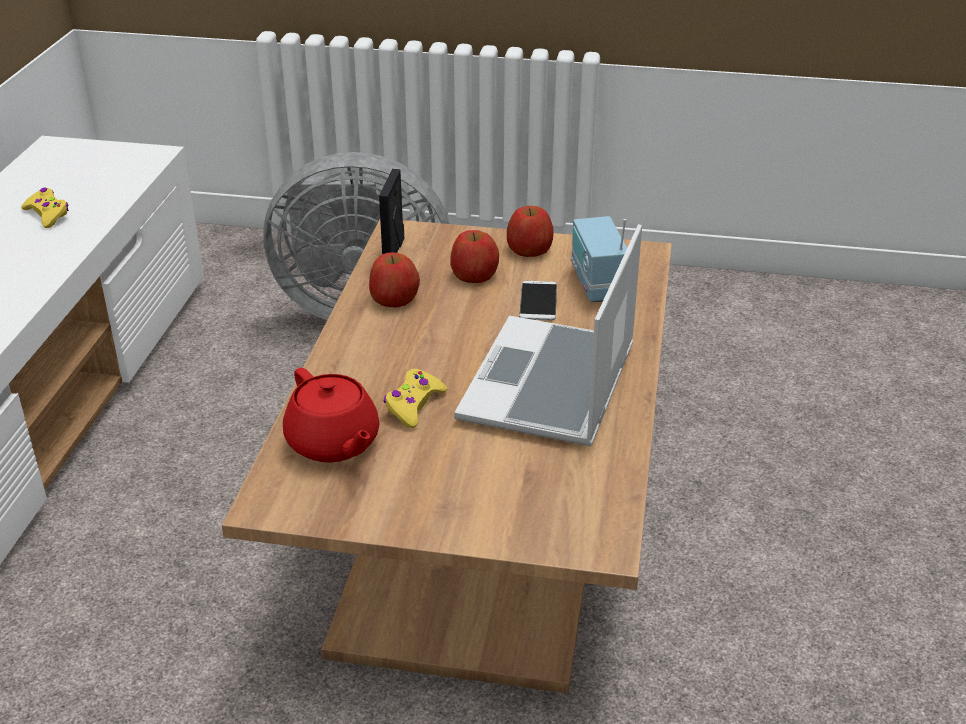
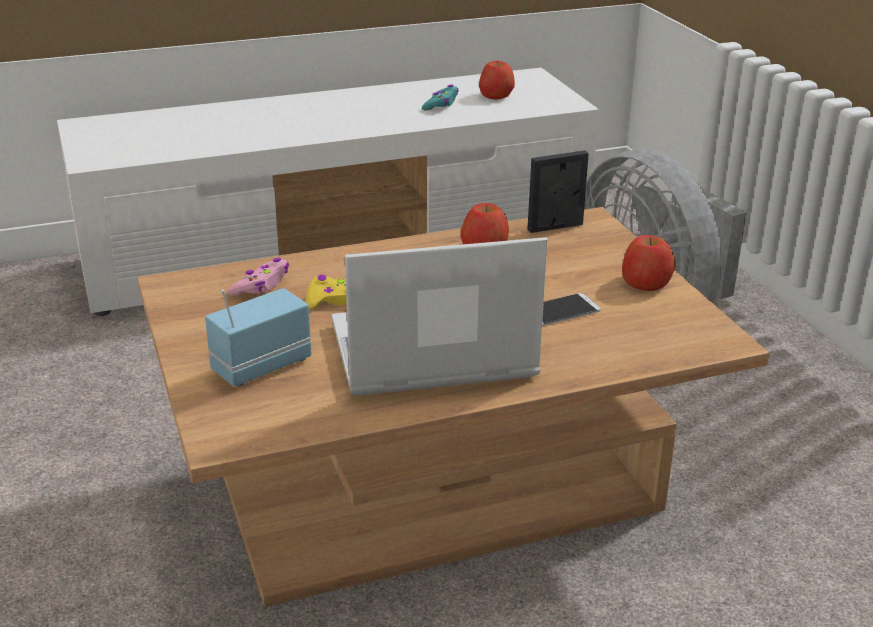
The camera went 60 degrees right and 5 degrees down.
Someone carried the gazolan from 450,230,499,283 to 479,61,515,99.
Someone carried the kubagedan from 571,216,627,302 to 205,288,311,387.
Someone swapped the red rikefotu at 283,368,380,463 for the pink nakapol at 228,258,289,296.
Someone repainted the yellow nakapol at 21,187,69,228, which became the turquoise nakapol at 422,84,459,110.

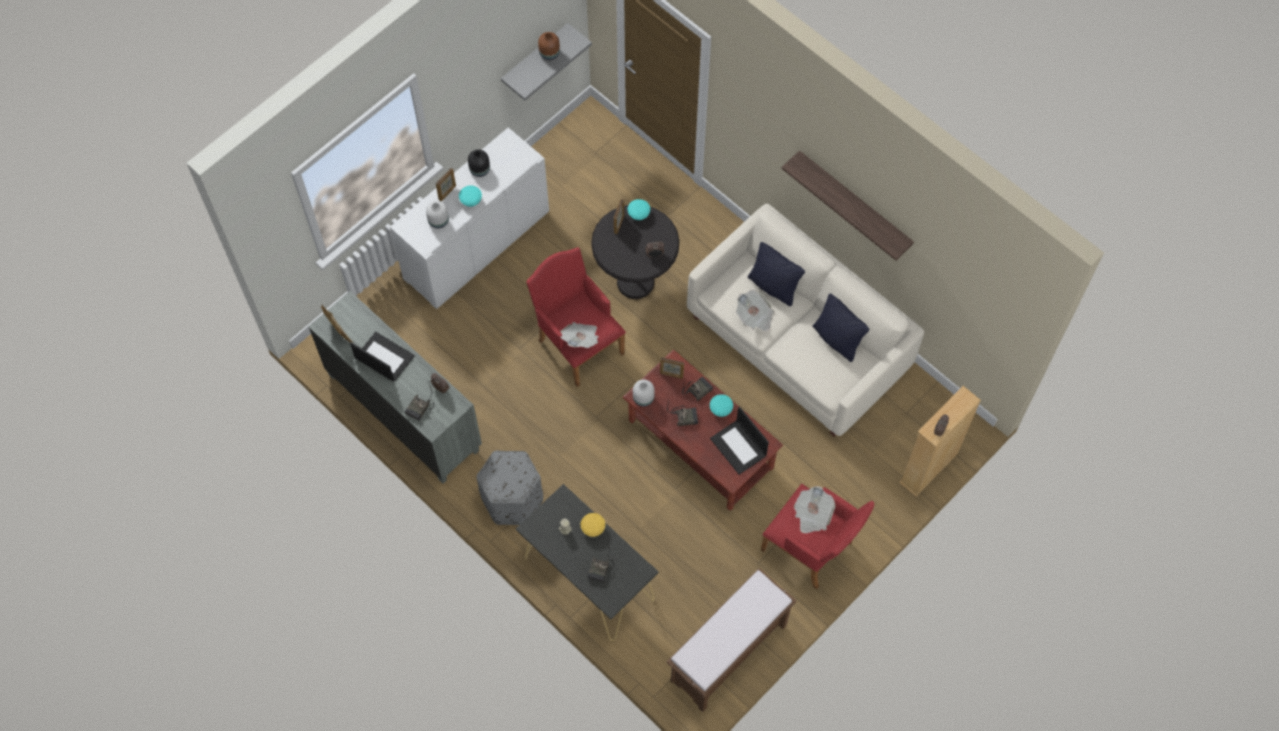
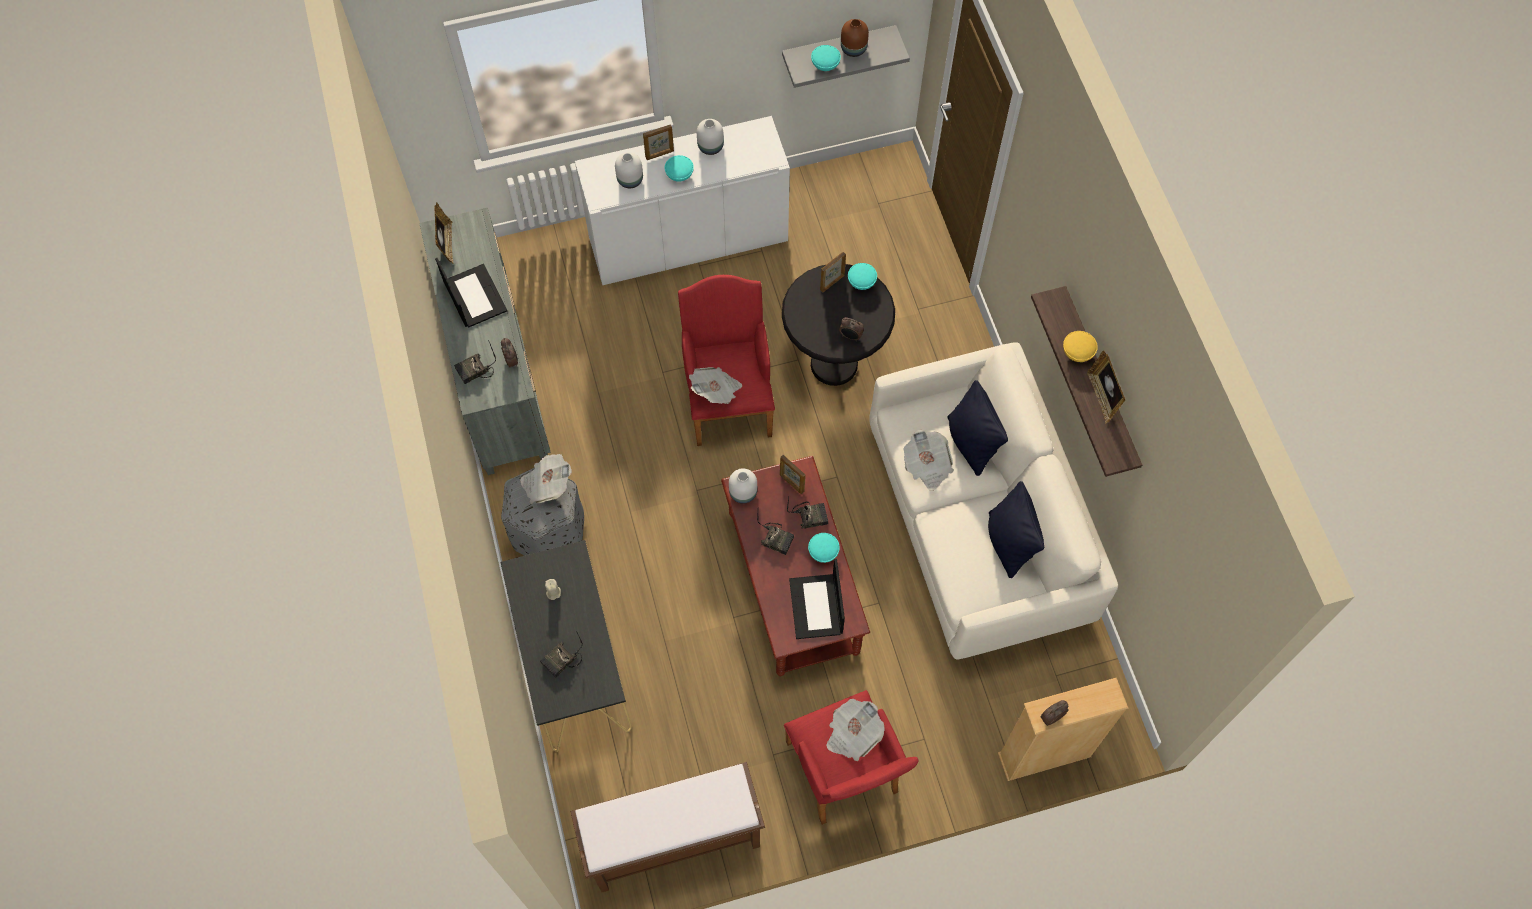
The camera went 30 degrees right and 0 degrees up.
Someone put down the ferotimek at 520,454,572,504.
Someone put down the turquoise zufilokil at 811,45,841,71.
Someone put down the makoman at 1087,351,1125,424.
Someone carried the yellow zufilokil from 581,513,605,537 to 1063,331,1098,362.
Someone repainted the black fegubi at 468,149,490,177, which became the white fegubi at 697,119,724,155.

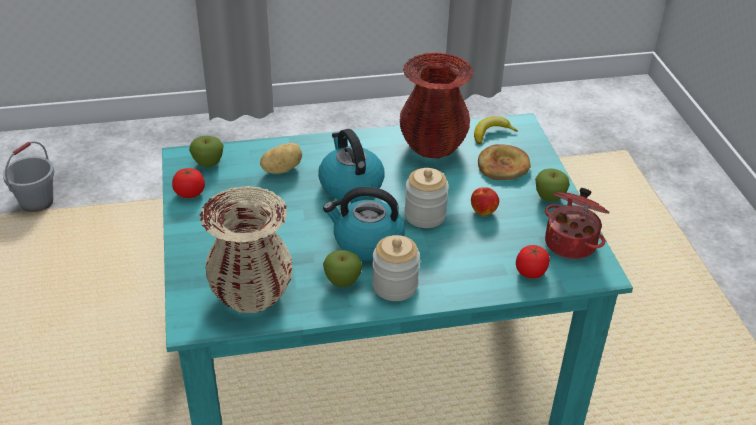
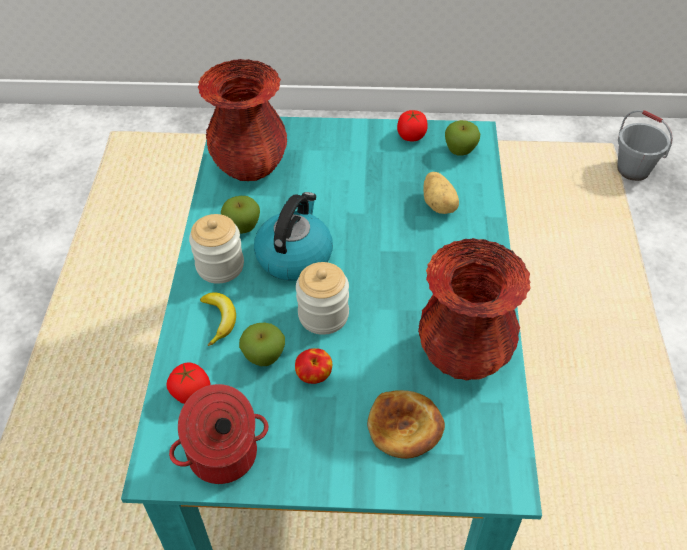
The camera went 105 degrees right and 10 degrees up.
Someone took away the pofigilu at 318,129,385,201.
Someone carried the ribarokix from 474,116,518,144 to 200,292,236,346.
Someone carried the gazolan from 535,168,570,202 to 239,323,285,366.
Someone repainted the beige fegubi at 200,186,292,313, which became the red fegubi at 198,59,287,181.

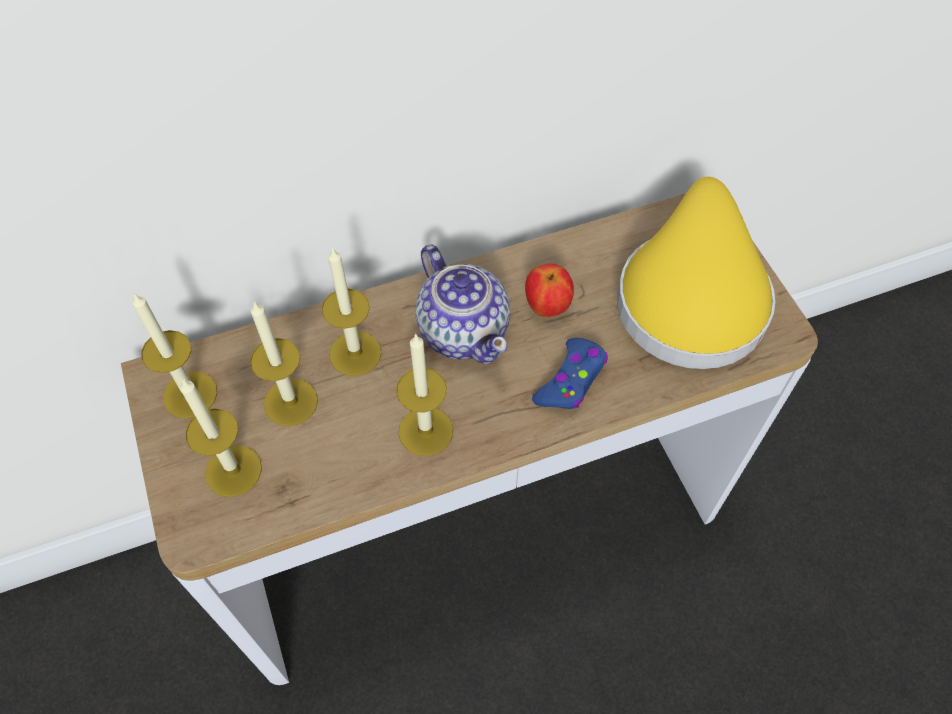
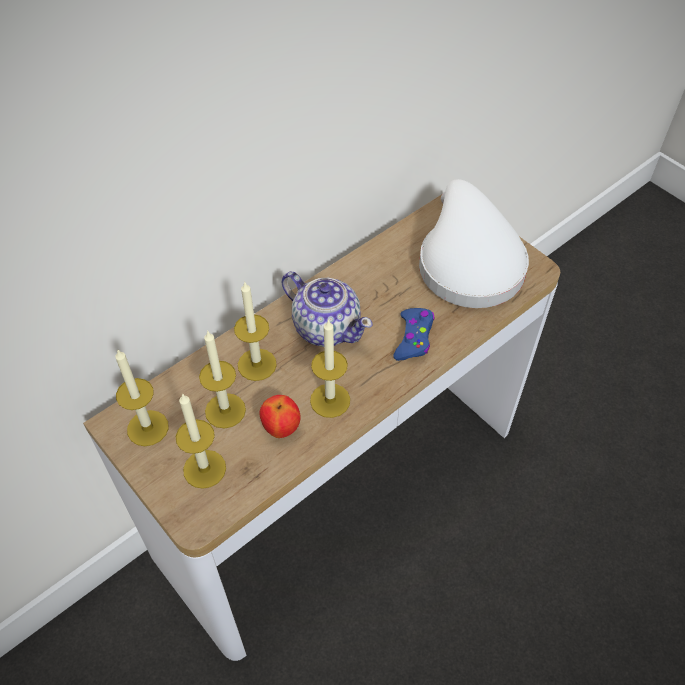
The camera went 20 degrees left and 5 degrees down.
Someone carried the gazolan from 525,264,574,317 to 259,395,301,438.
Someone repainted the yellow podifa at 617,177,775,369, which became the white podifa at 419,179,529,308.

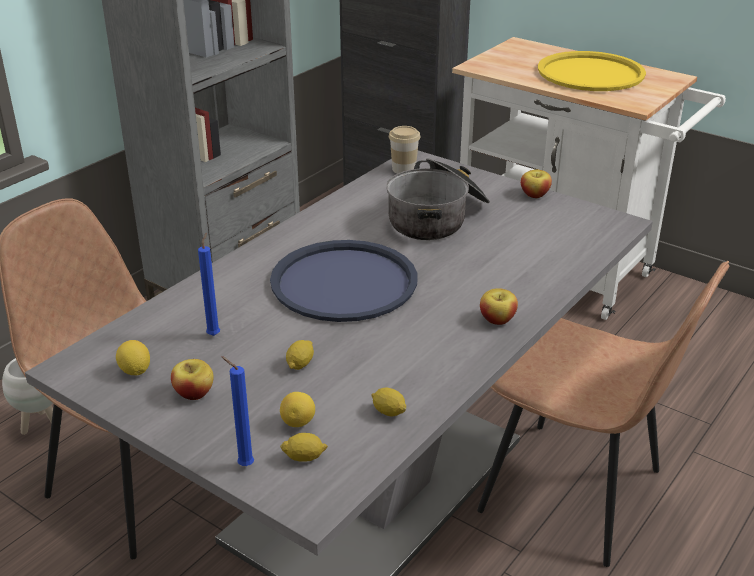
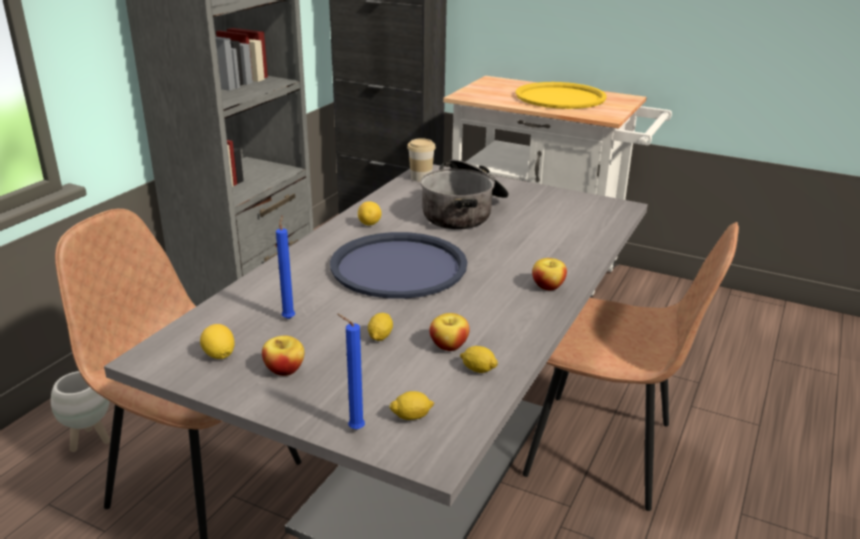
The camera went 10 degrees left and 5 degrees down.
Someone carried the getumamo from 280,392,315,427 to 358,201,382,225.
Someone carried the gazolan from 521,170,552,198 to 430,313,470,351.

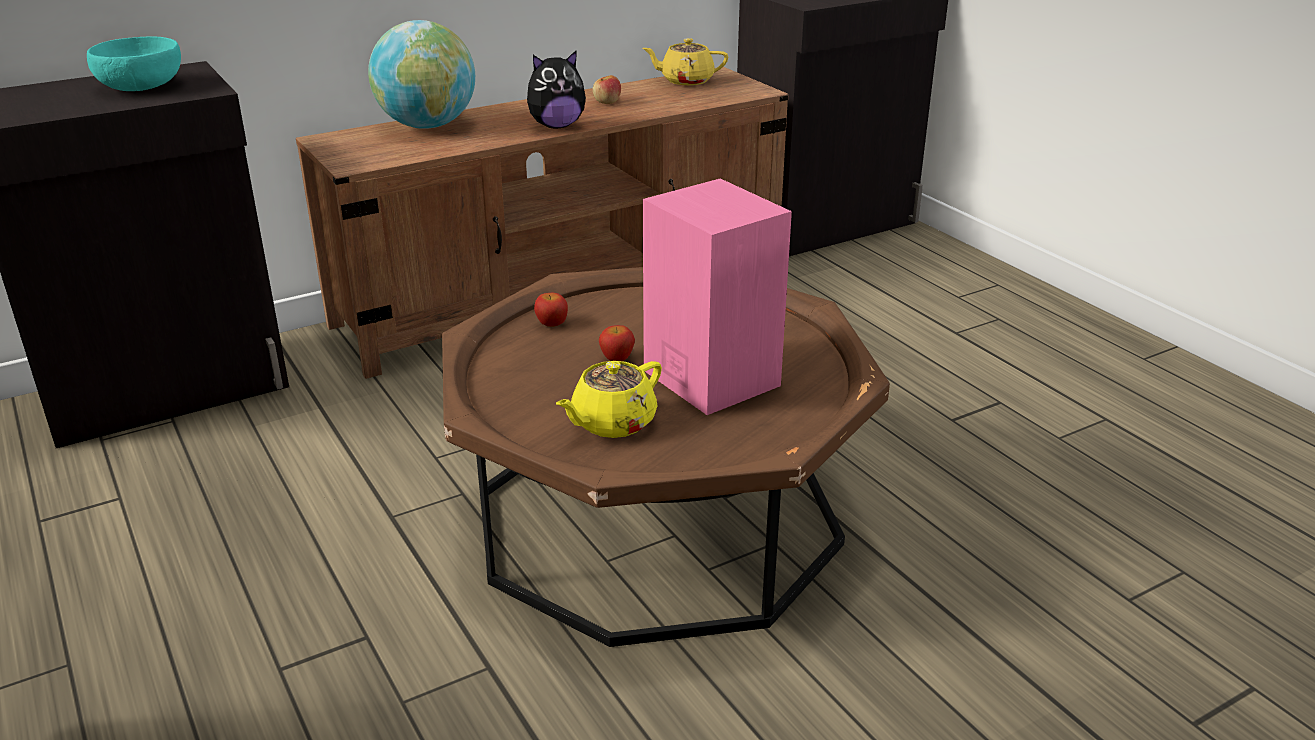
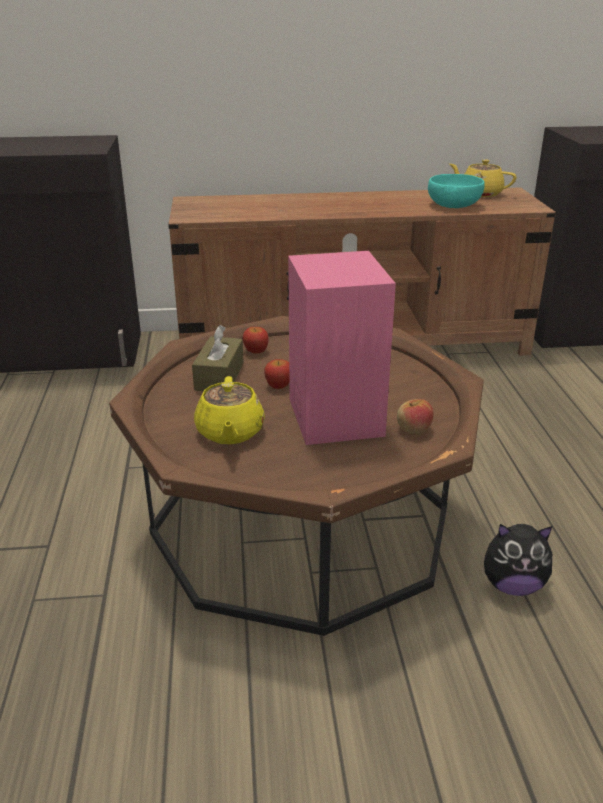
The camera went 25 degrees right and 0 degrees up.
Someone took away the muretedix at 368,20,475,129.
Someone put down the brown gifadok at 192,325,244,391.
Someone carried the turquoise zufilokil from 87,36,181,91 to 428,174,485,208.
Someone carried the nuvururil from 527,50,586,128 to 484,524,552,596.
Someone carried the gazolan from 593,75,621,104 to 397,399,434,435.
Someone rotated the yellow rikefotu at 556,361,662,438 by 75 degrees counterclockwise.

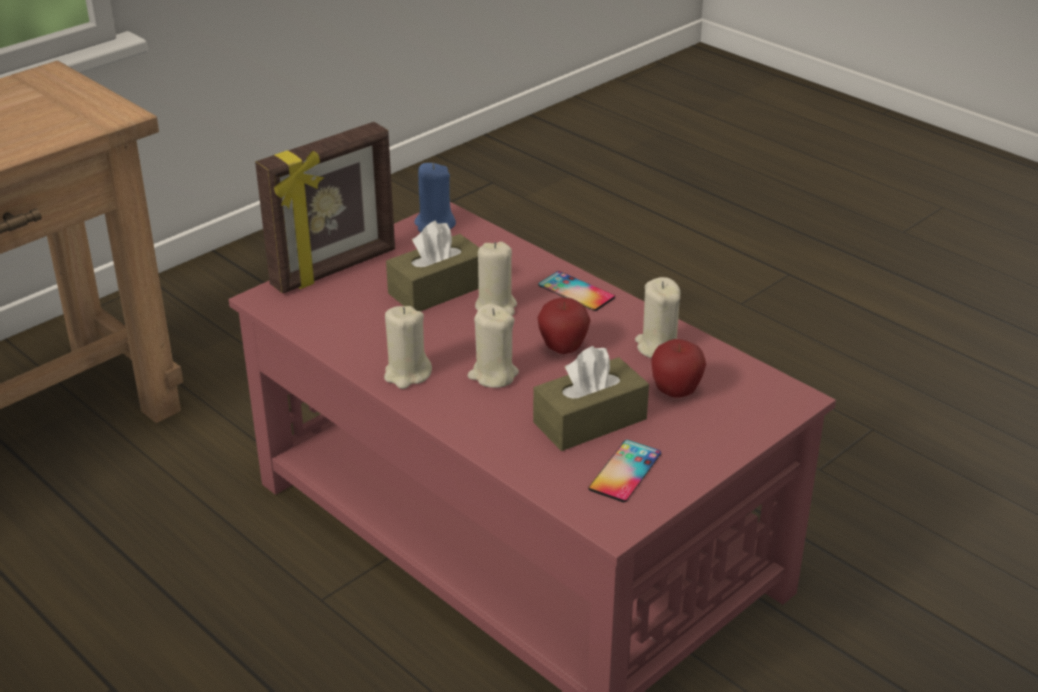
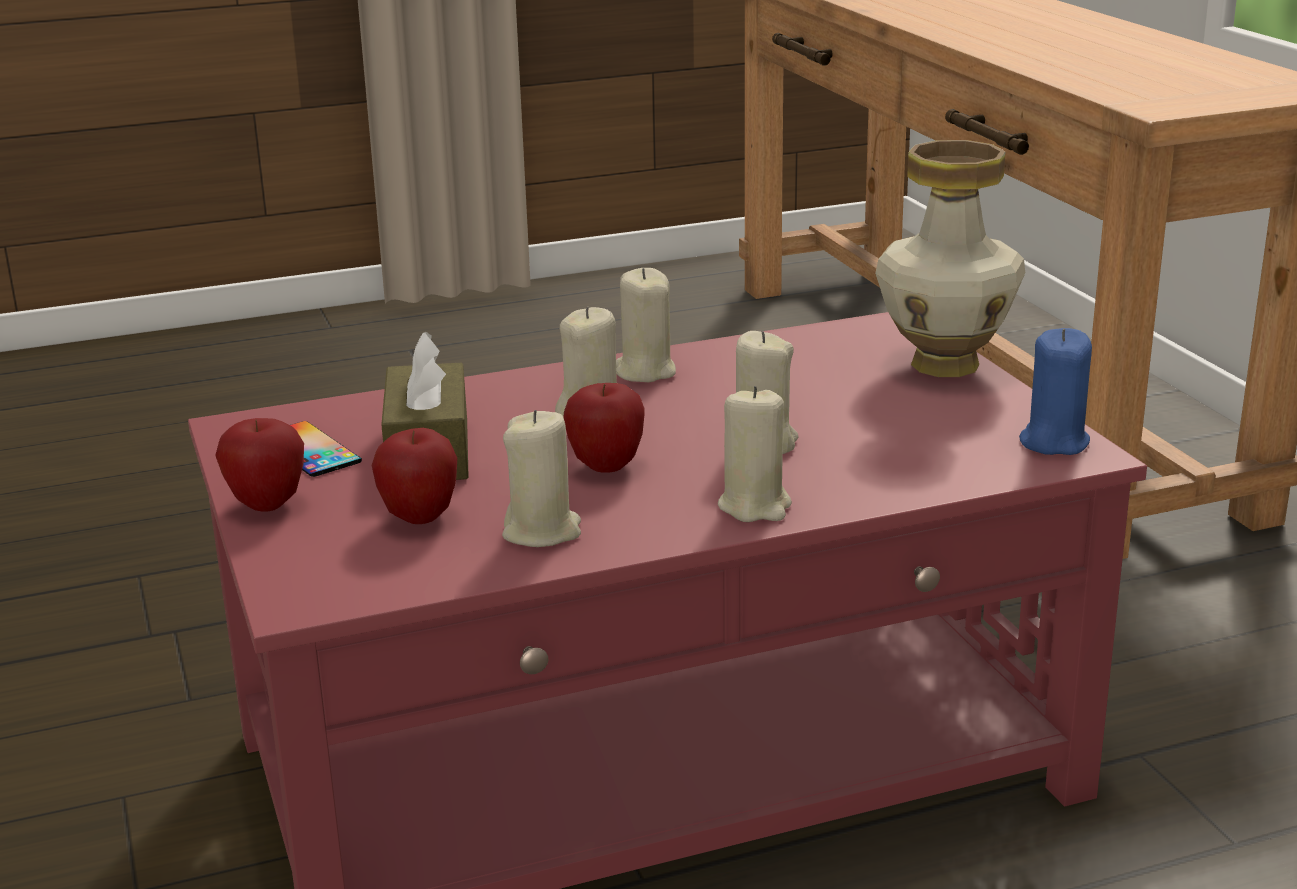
The camera went 115 degrees right and 10 degrees down.
Someone took away the brown gifadok at 386,220,479,311.
Someone put down the gazolan at 215,418,304,512.
Someone swapped the makoman at 255,122,395,294 for the fegubi at 875,140,1025,377.
Someone swapped the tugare at 539,271,615,311 for the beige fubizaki at 718,386,792,522.

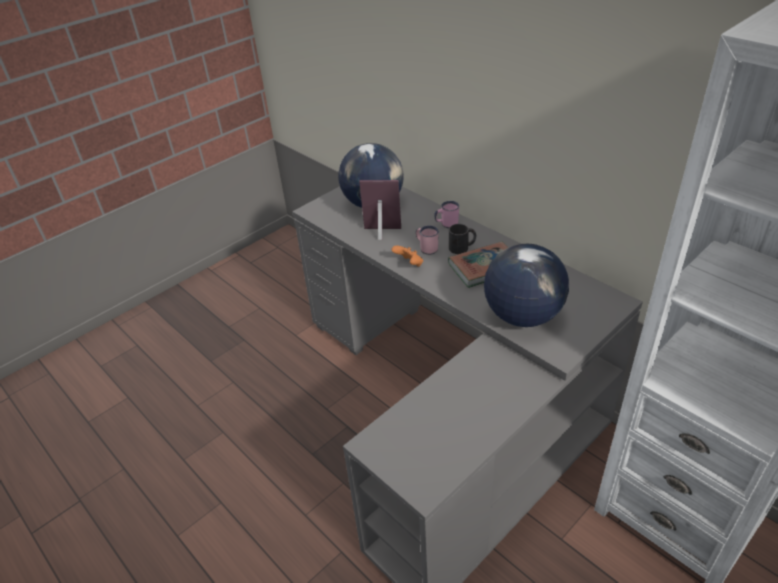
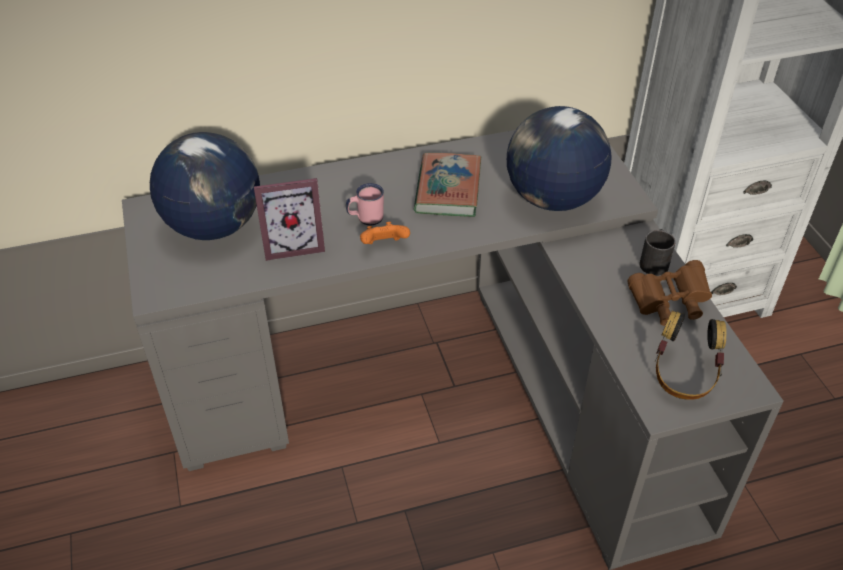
The camera went 65 degrees left and 5 degrees up.
Someone took away the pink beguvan at 434,201,459,228.
Someone put down the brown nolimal at 627,260,712,326.
Someone put down the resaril at 655,311,727,400.
Someone carried the black beguvan from 449,224,476,254 to 640,229,676,276.
Someone rotated the makoman at 359,180,401,240 by 135 degrees counterclockwise.

